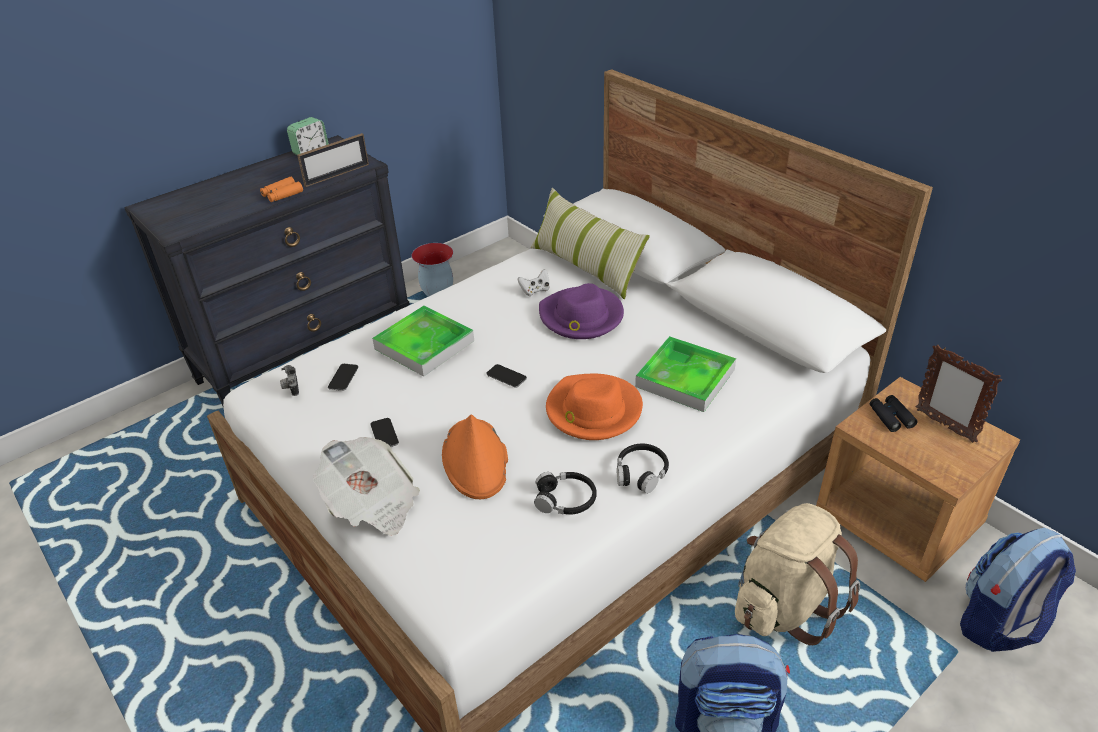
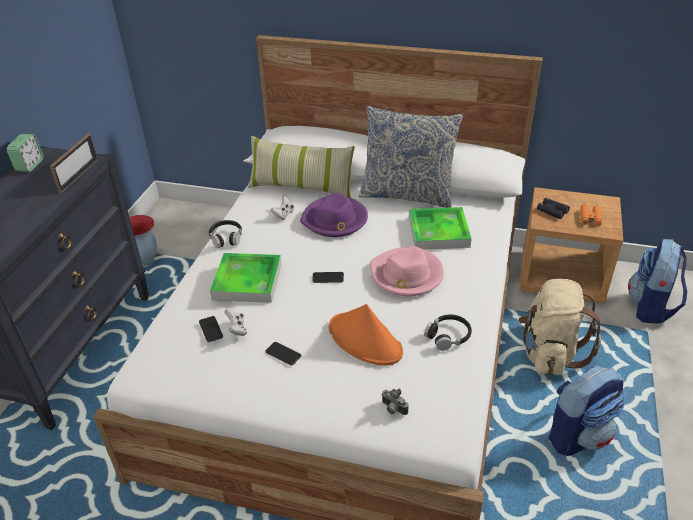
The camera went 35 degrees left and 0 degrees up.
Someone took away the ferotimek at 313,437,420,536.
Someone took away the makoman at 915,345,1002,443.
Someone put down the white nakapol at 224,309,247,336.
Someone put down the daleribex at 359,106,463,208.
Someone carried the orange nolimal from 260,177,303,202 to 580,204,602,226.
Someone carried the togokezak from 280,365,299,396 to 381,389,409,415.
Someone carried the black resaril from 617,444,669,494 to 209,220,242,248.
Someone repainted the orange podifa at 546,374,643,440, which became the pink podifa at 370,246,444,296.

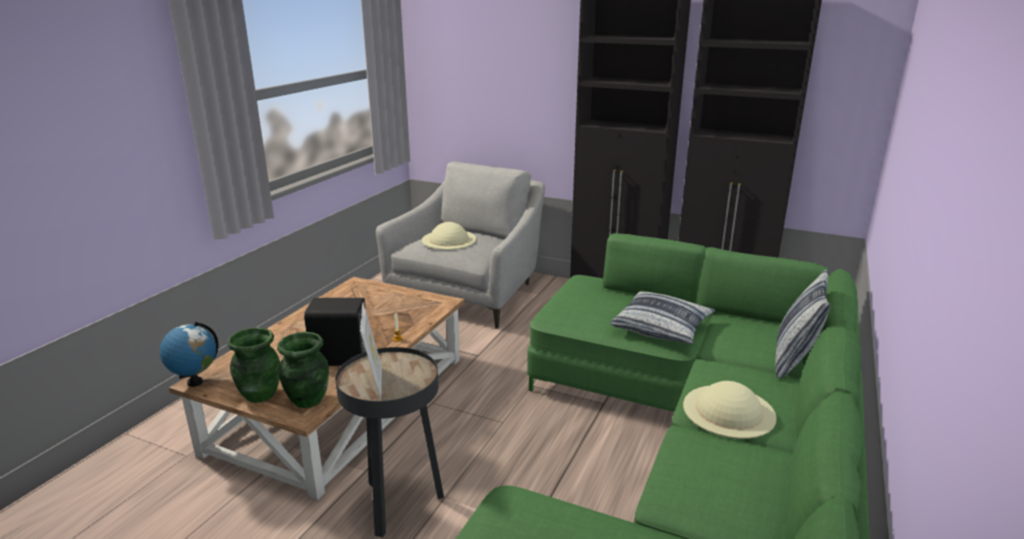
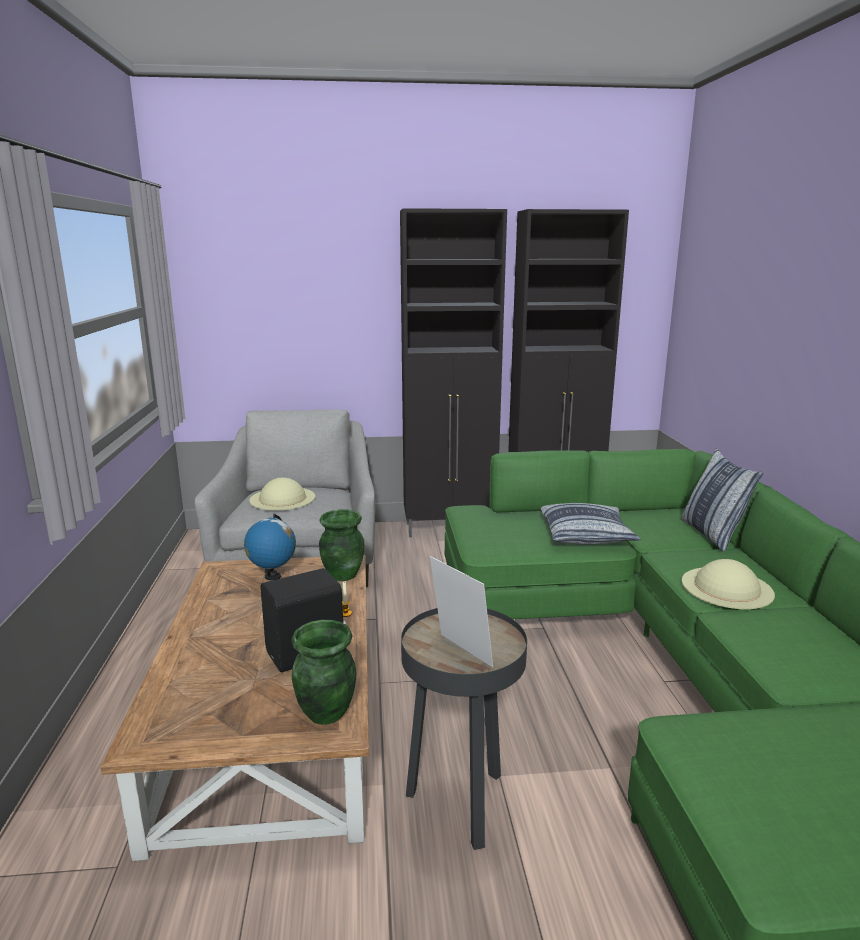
The camera went 30 degrees left and 5 degrees down.
Someone carried the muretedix from 160,322,218,387 to 244,514,296,580.
Someone carried the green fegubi from 227,327,280,403 to 319,509,364,581.

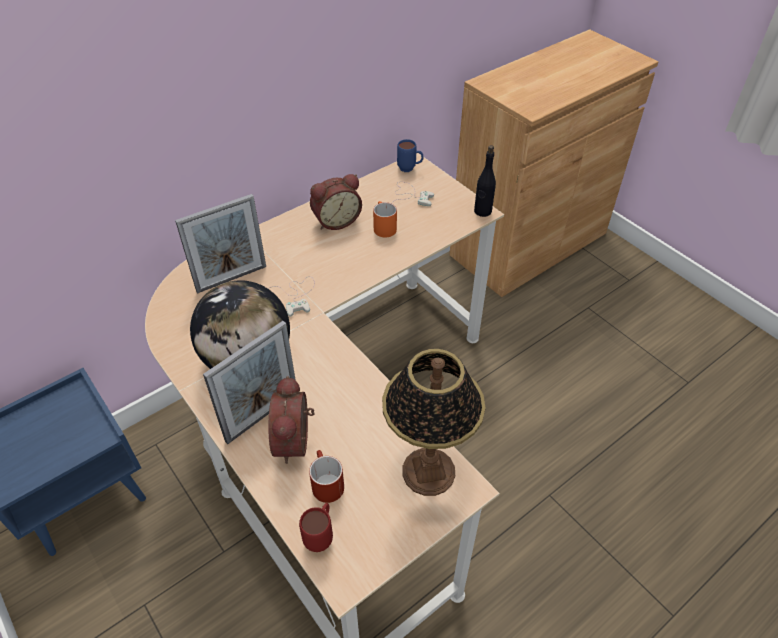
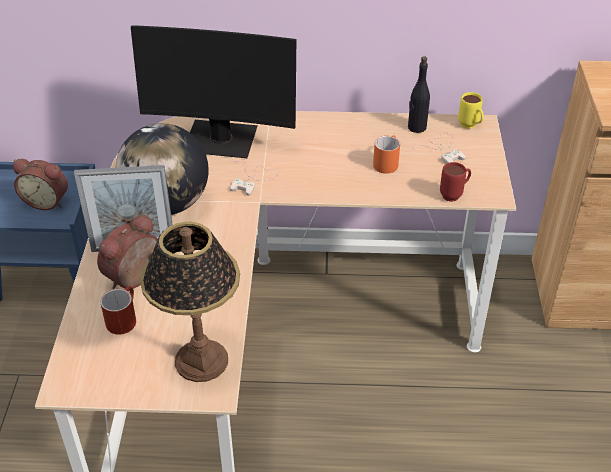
The camera went 40 degrees right and 5 degrees down.
Someone carried the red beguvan from 299,503,333,552 to 440,162,471,202.
Someone carried the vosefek from 310,174,362,230 to 13,159,68,210.
Someone carried the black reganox from 474,145,496,217 to 408,56,430,133.
Someone swapped the makoman at 175,194,266,293 for the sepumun at 131,25,296,158.
Someone repainted the blue beguvan at 397,139,424,172, which became the yellow beguvan at 458,92,484,129.

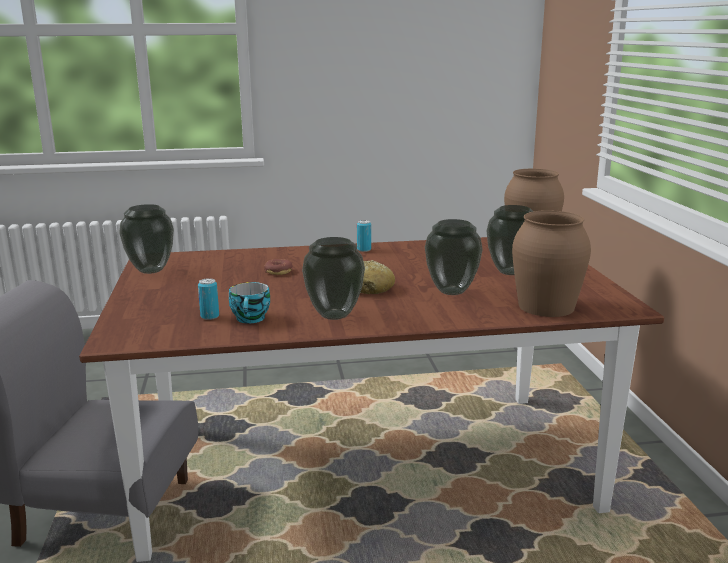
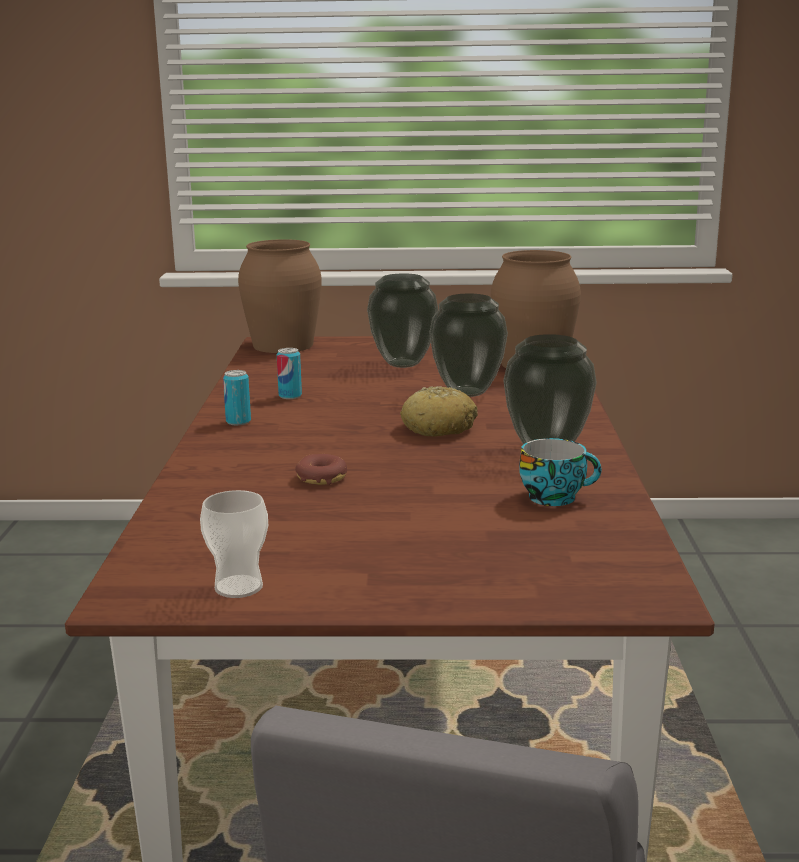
The camera went 80 degrees left and 0 degrees up.
Someone carried the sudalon from 198,278,219,320 to 277,348,302,399.
Someone swapped the fegubi at 119,204,174,274 for the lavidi at 200,490,268,598.

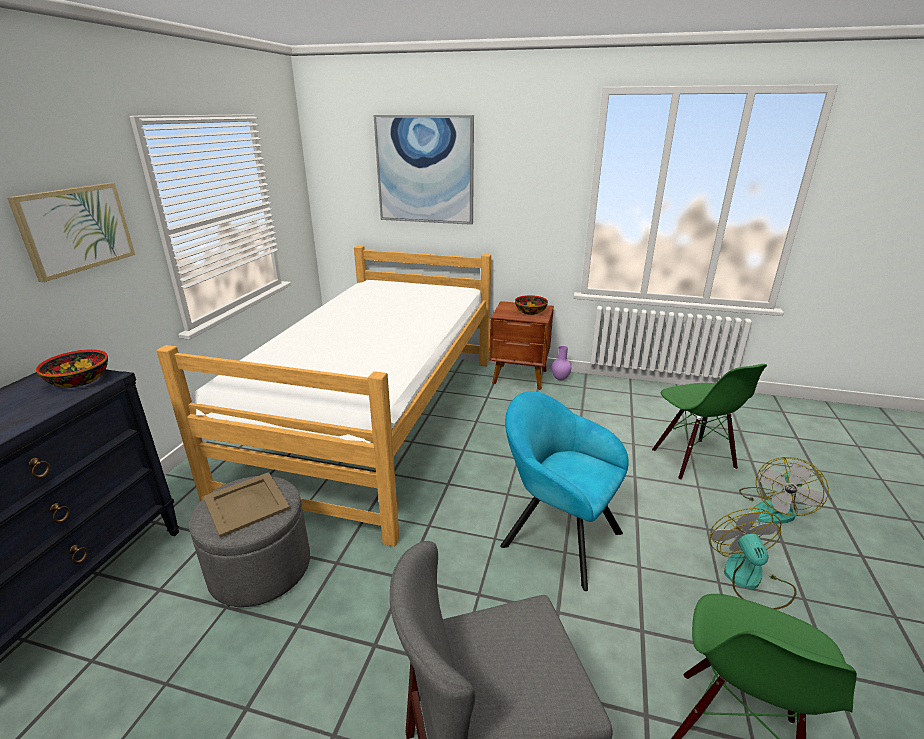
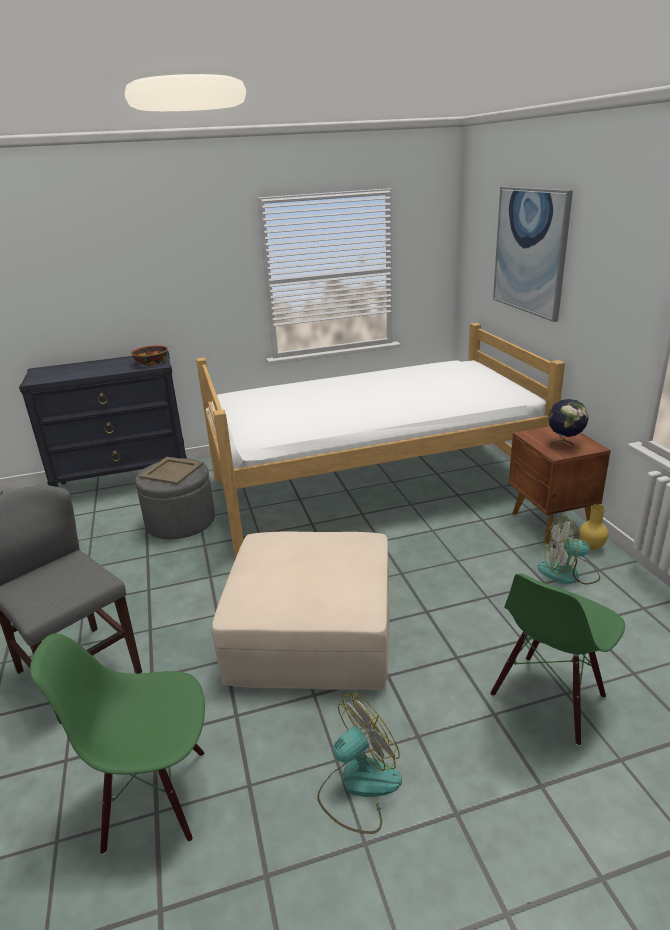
The camera went 60 degrees right and 0 degrees up.
Someone took away the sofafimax at 7,183,135,282.
Someone carried the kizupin from 739,457,829,524 to 538,516,600,585.
Someone swapped the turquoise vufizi at 500,391,629,591 for the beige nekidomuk at 212,532,389,690.
Someone swapped the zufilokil at 515,295,548,315 for the muretedix at 548,399,589,450.
Someone repainted the purple fegubi at 551,346,571,380, which became the yellow fegubi at 579,504,608,550.

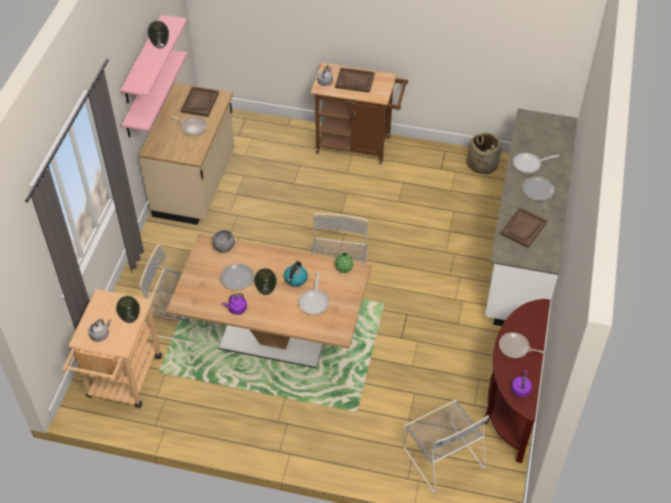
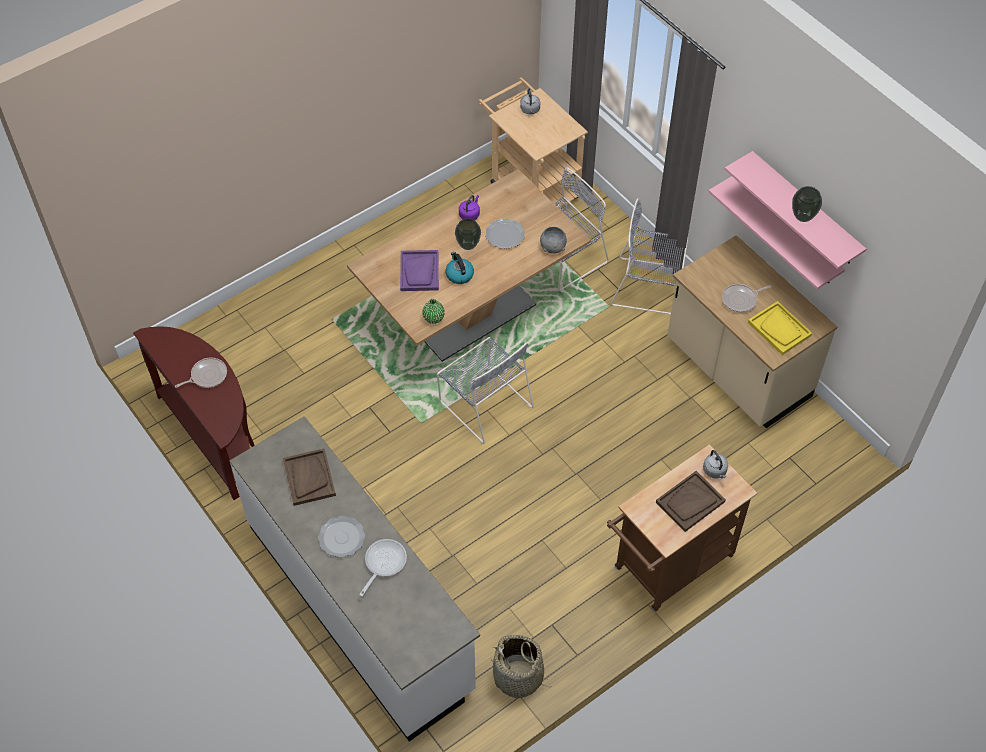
The camera went 130 degrees right and 5 degrees up.
Someone took away the fegubi at 116,296,140,323.
Someone took away the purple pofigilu at 511,370,532,397.
Someone carried the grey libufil from 403,400,489,495 to 611,198,688,315.
Someone swapped the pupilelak at 298,272,329,315 for the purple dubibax at 400,250,439,291.
Someone repainted the brown dubibax at 181,86,219,117, which became the yellow dubibax at 748,301,812,355.

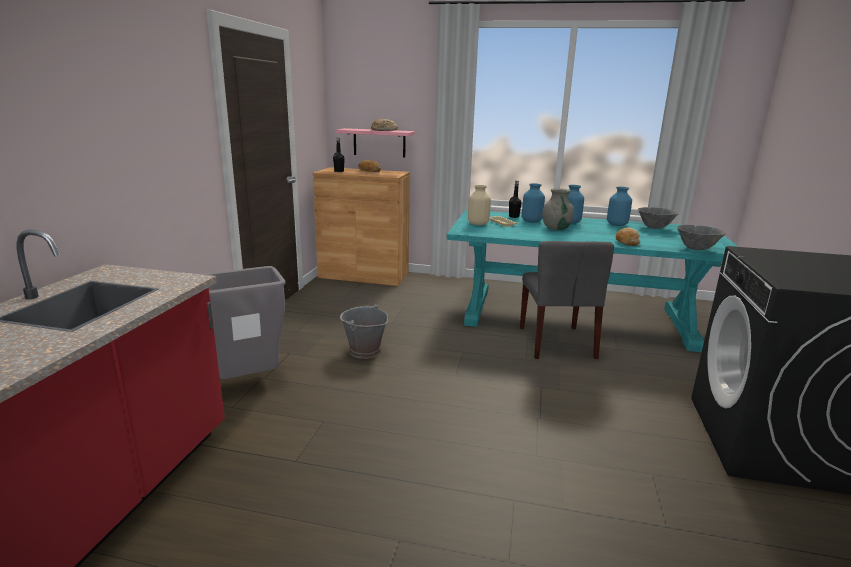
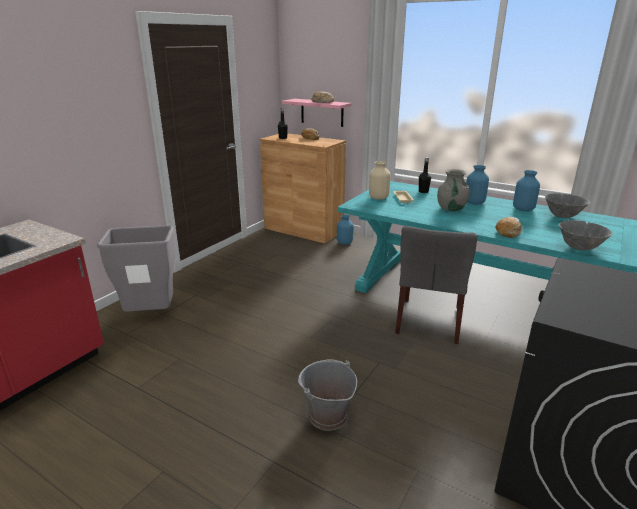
The camera went 20 degrees right and 5 degrees up.
Someone carried the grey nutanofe from 340,303,388,359 to 298,359,357,431.
Someone carried the blue fegubi from 522,183,545,223 to 337,215,353,245.

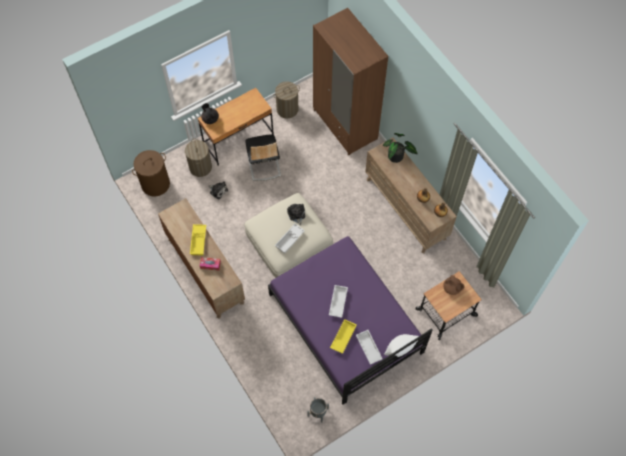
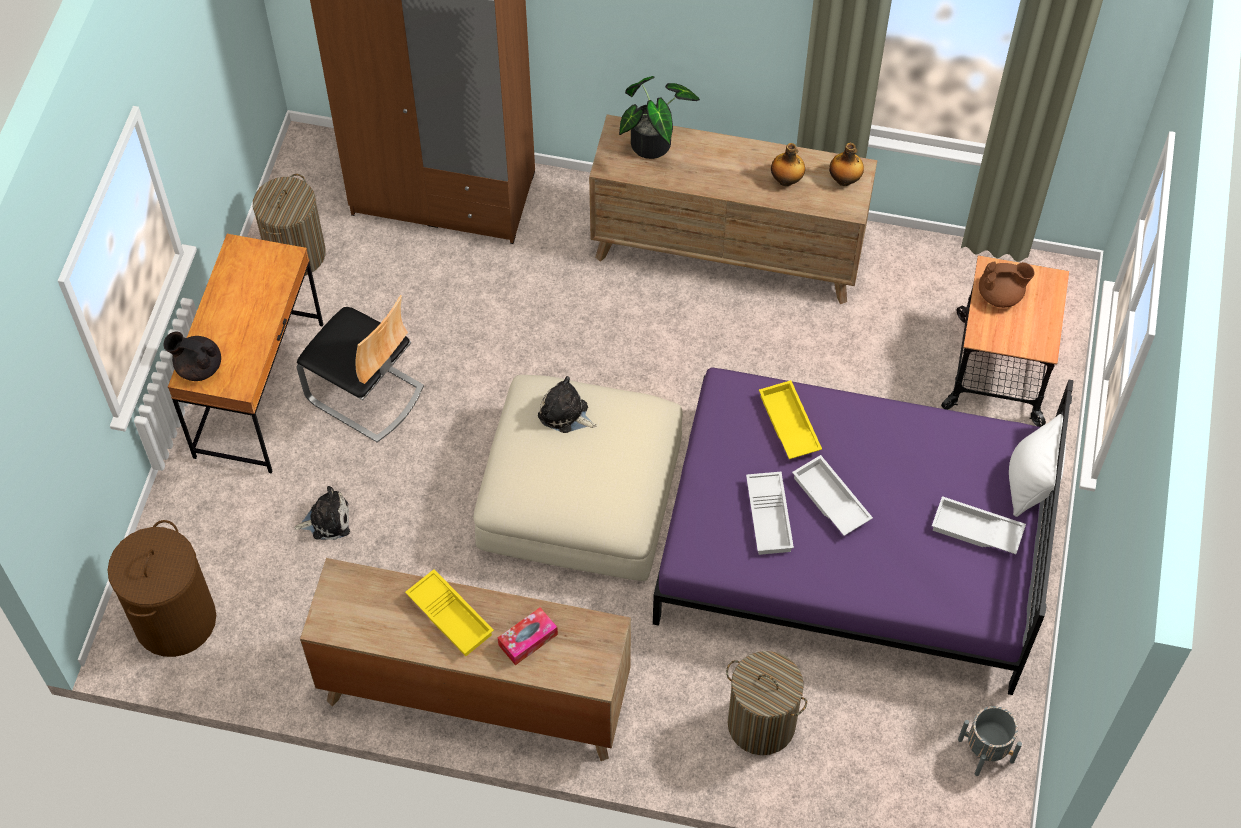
The camera went 45 degrees left and 5 degrees down.
Someone carried the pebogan from 185,138,212,177 to 726,651,807,755.
Someone carried the white dubibax from 275,224,305,254 to 746,472,794,555.
Someone carried the yellow dubibax from 330,319,357,354 to 759,380,822,459.

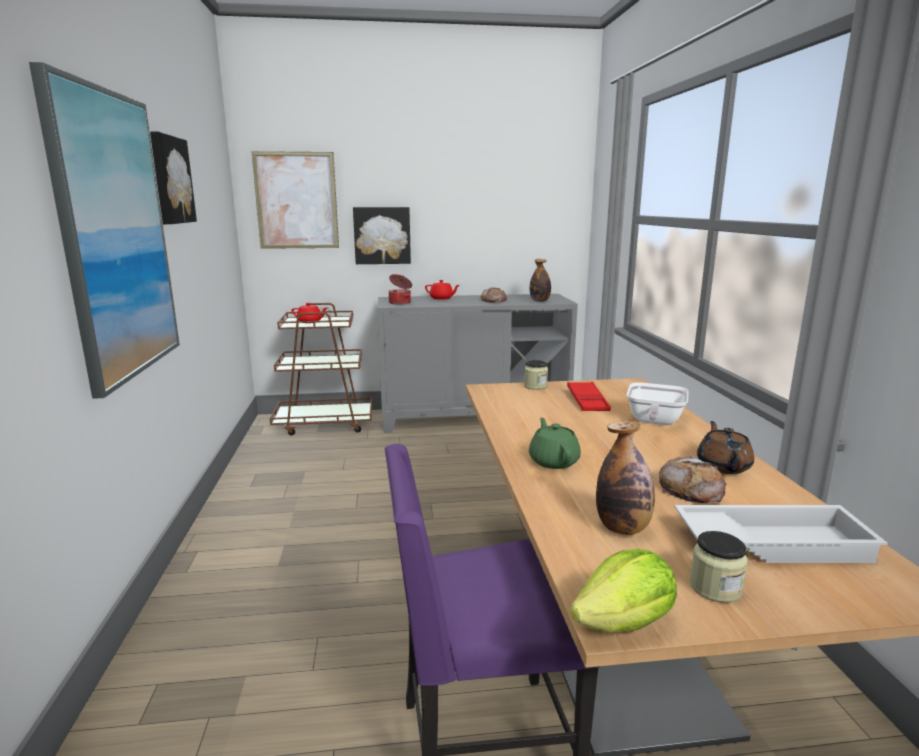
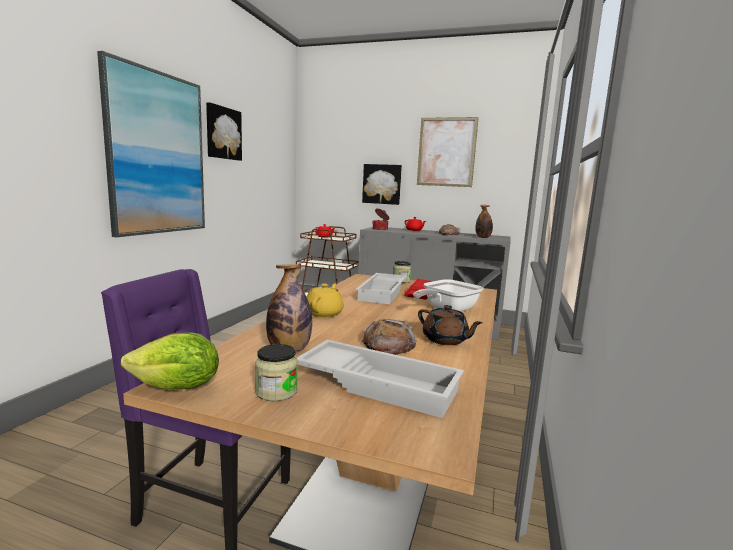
The camera went 25 degrees right and 5 degrees down.
Someone put down the white dubibax at 356,273,407,304.
Someone carried the sofafimax from 251,151,339,249 to 417,117,479,187.
Someone repainted the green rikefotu at 529,417,581,469, which became the yellow rikefotu at 307,283,344,317.
Someone rotated the brown rikefotu at 697,421,754,474 by 105 degrees clockwise.

